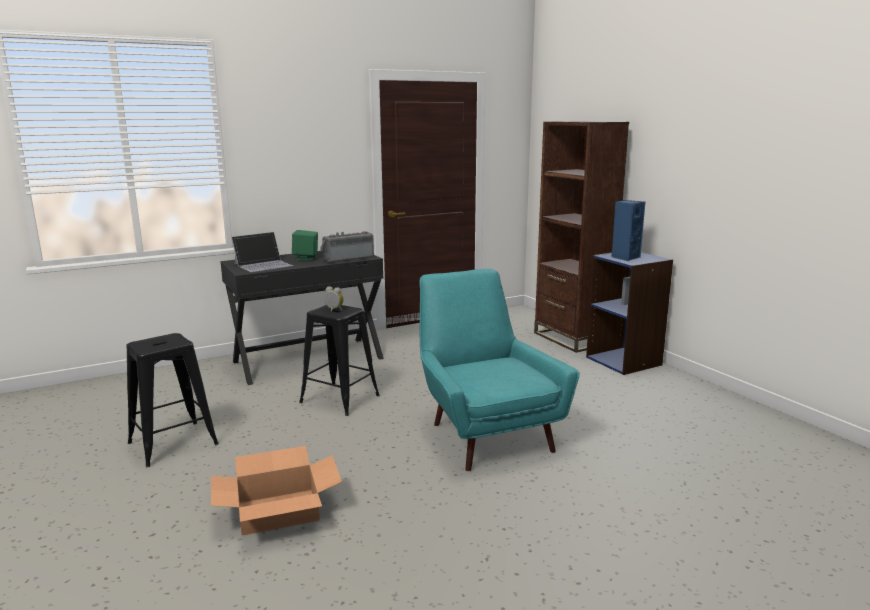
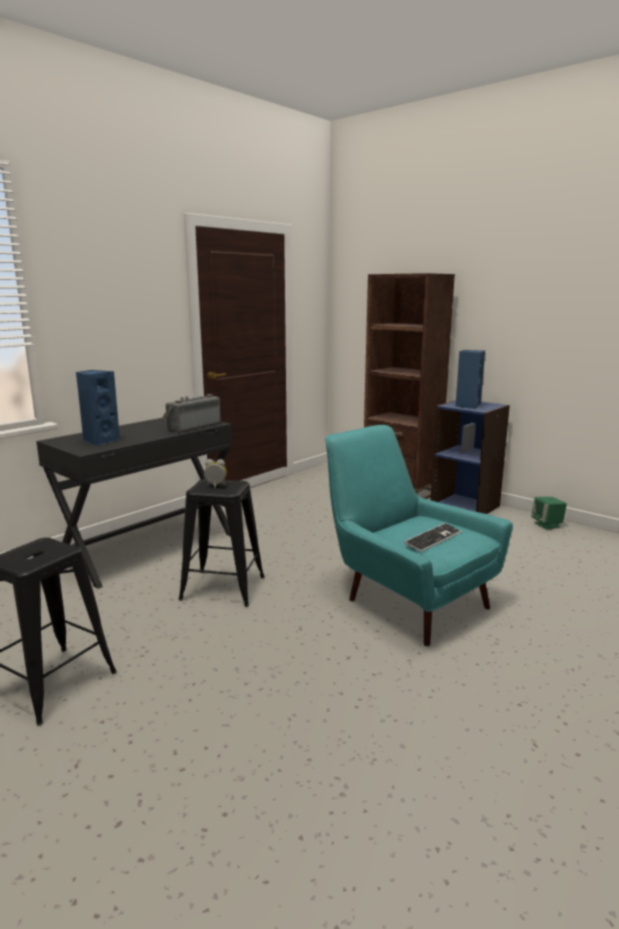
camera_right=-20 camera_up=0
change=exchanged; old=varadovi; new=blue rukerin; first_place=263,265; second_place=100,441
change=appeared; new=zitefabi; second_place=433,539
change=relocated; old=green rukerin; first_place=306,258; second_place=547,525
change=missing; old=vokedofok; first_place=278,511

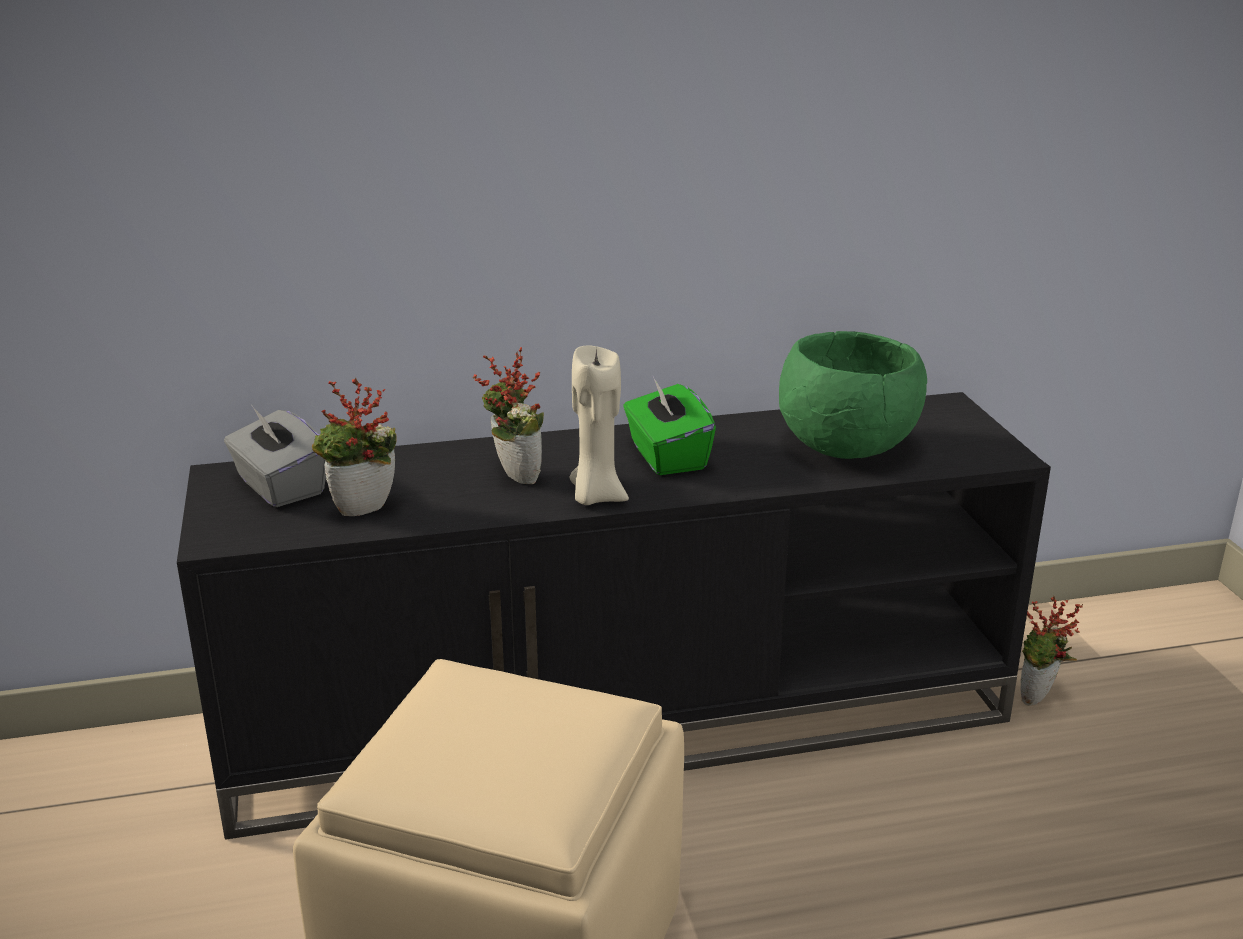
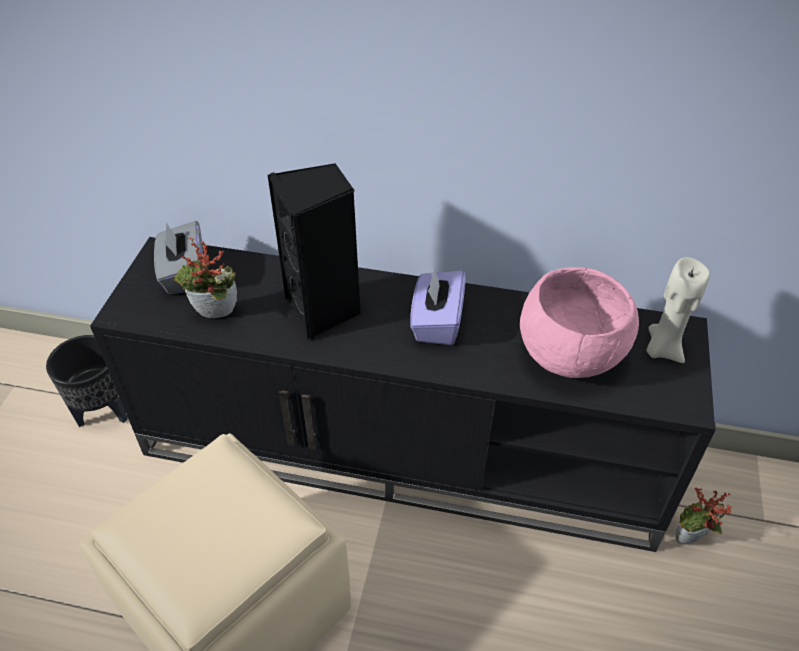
camera_right=25 camera_up=20
change=appeared; new=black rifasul; second_place=104,412
change=exchanged; old=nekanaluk; new=black rukerin; first_place=512,477; second_place=324,311
change=colour; old=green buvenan; new=purple buvenan; first_place=666,456; second_place=436,322
change=colour; old=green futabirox; new=pink futabirox; first_place=847,449; second_place=570,357
change=relocated; old=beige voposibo; first_place=596,496; second_place=662,349

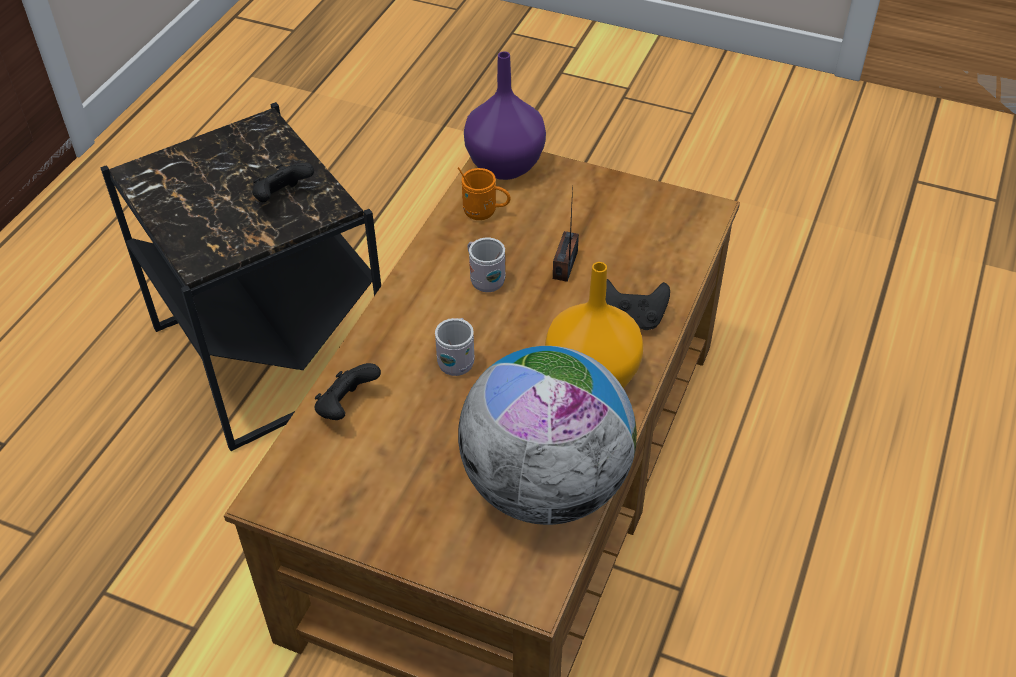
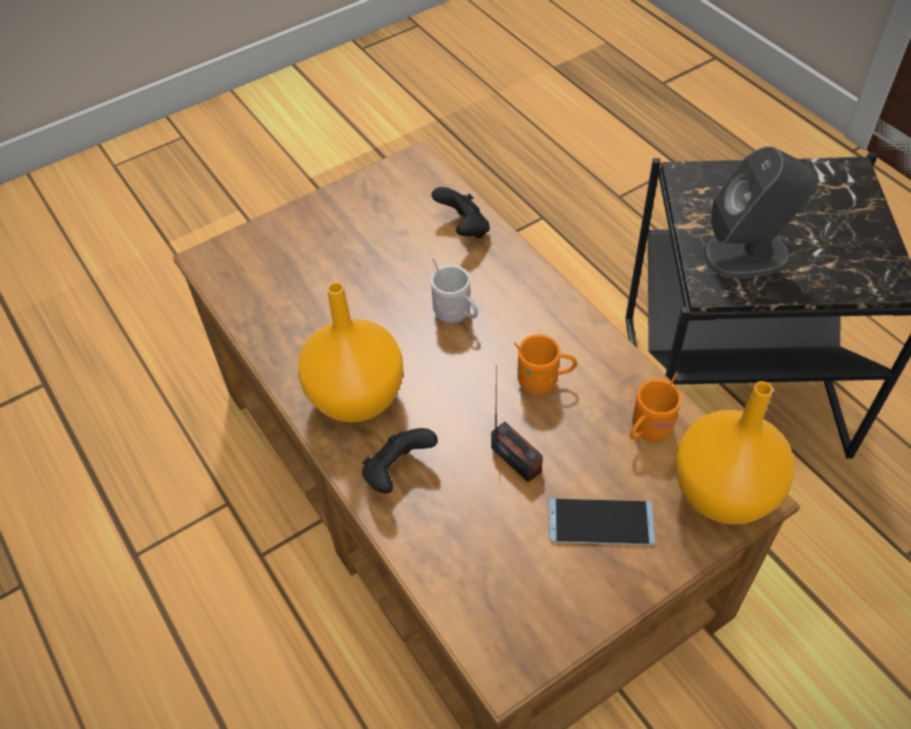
camera_right=125 camera_up=5
change=colour; old=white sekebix; new=orange sekebix; first_place=484,279; second_place=543,382
change=appeared; new=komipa; second_place=600,522
change=colour; old=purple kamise; new=orange kamise; first_place=503,166; second_place=722,491
change=exchanged; old=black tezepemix; new=grey rukerin; first_place=282,198; second_place=747,254
change=missing; old=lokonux; first_place=545,486

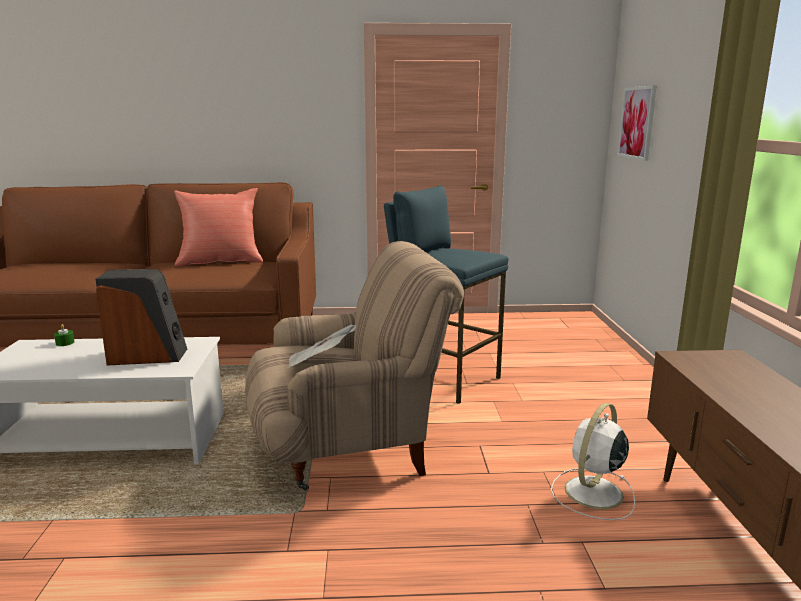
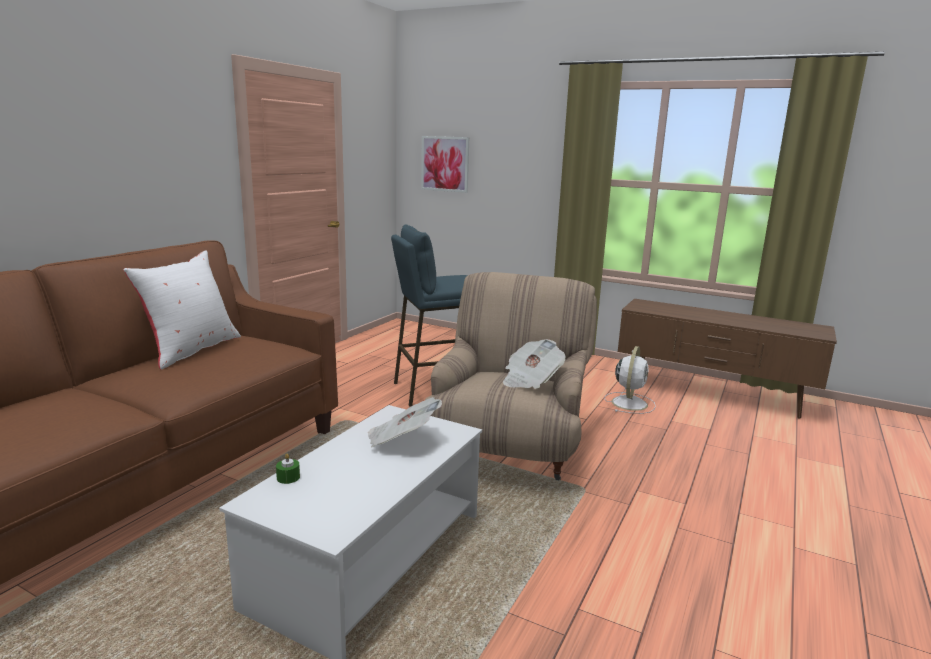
camera_right=-60 camera_up=0
change=colour; old=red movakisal; new=white movakisal; first_place=220,261; second_place=191,350
change=exchanged; old=rukerin; new=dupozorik; first_place=147,356; second_place=402,440
change=spun; old=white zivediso; first_place=592,493; second_place=629,403; degrees=-135

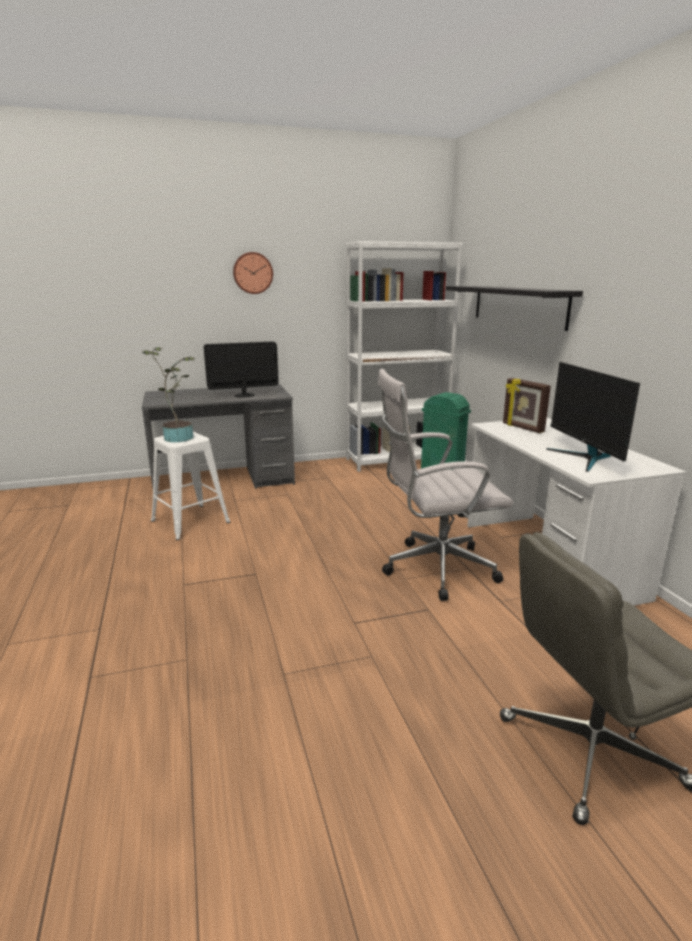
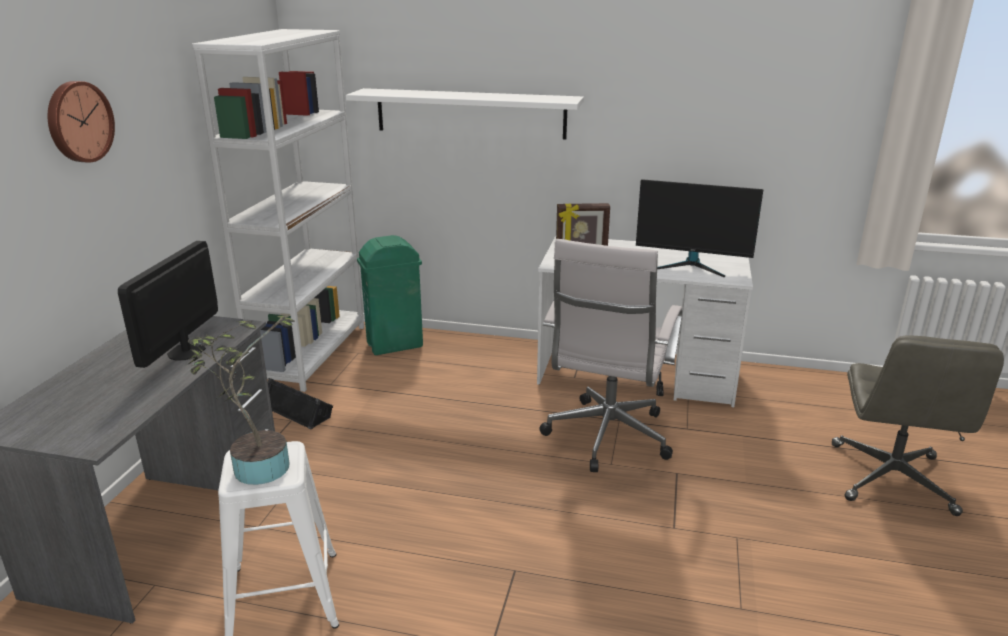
camera_right=-60 camera_up=5
change=appeared; new=black rukerin; second_place=298,410
change=colour; old=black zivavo; new=white zivavo; first_place=518,305; second_place=470,113

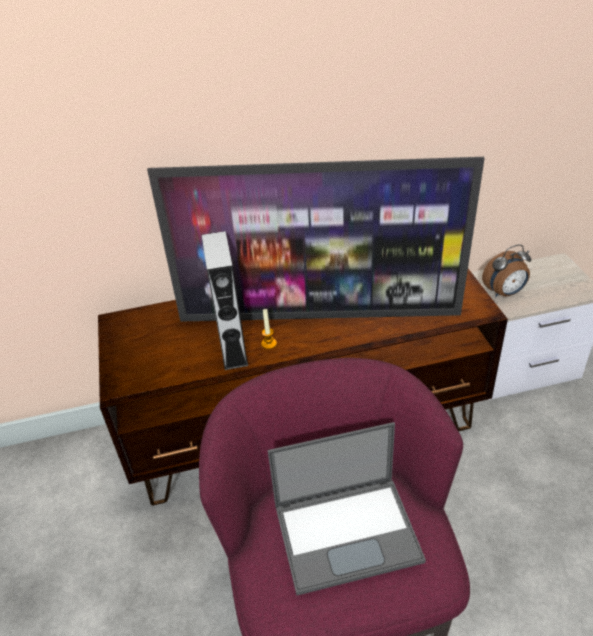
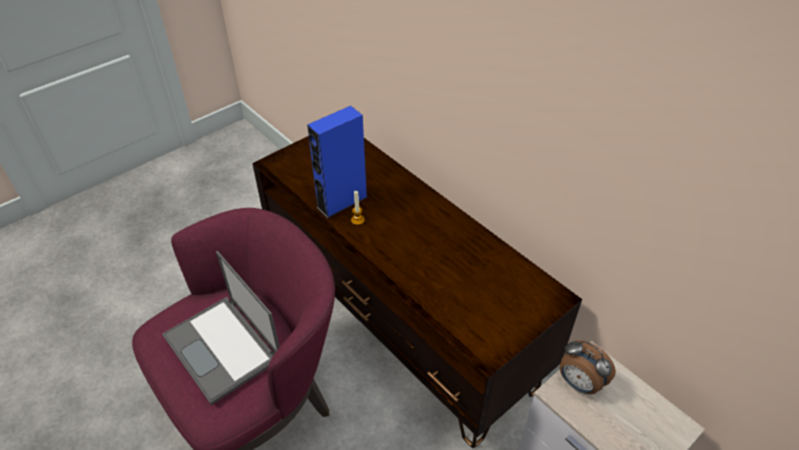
camera_right=60 camera_up=5
change=colour; old=grey rukerin; new=blue rukerin; first_place=233,348; second_place=342,202
change=missing; old=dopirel; first_place=319,315

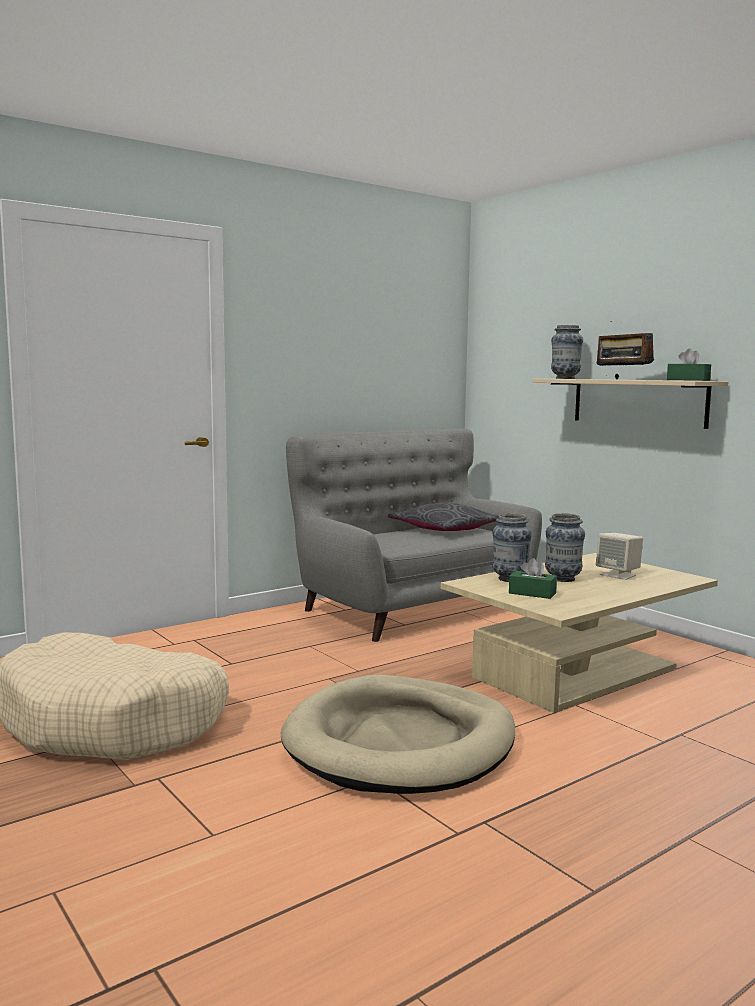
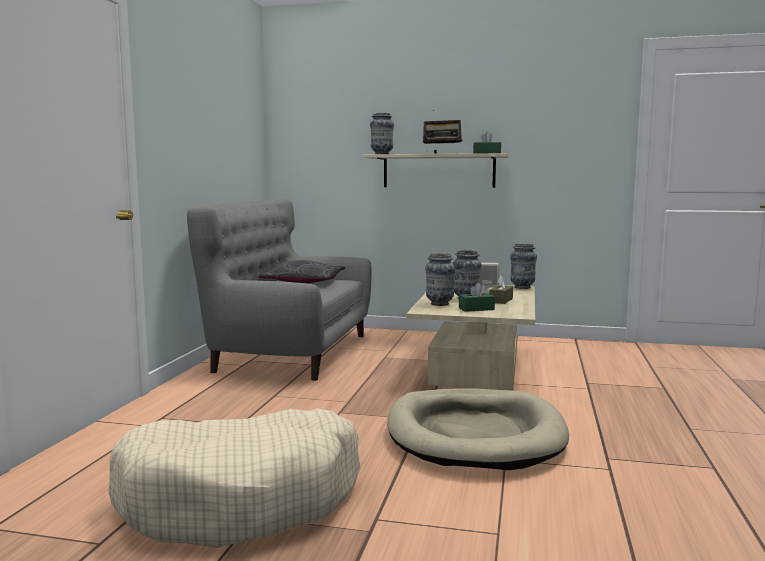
camera_right=-40 camera_up=0
change=appeared; new=brown buvenan; second_place=501,300
change=appeared; new=kamise; second_place=522,287

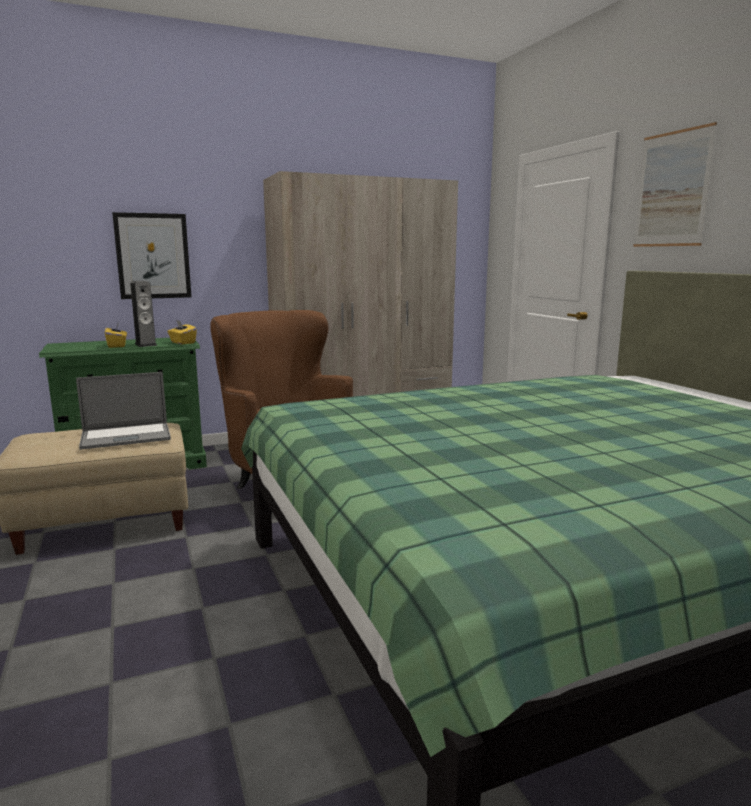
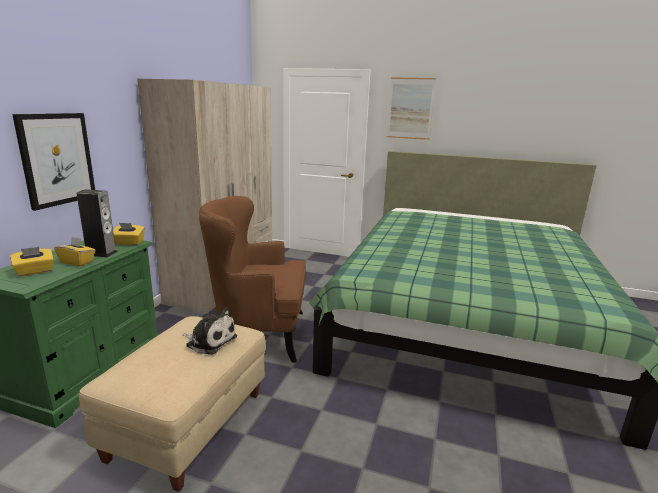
camera_right=-50 camera_up=5
change=appeared; new=yellow buvenan; second_place=35,271
change=exchanged; old=varadovi; new=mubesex; first_place=126,436; second_place=210,341

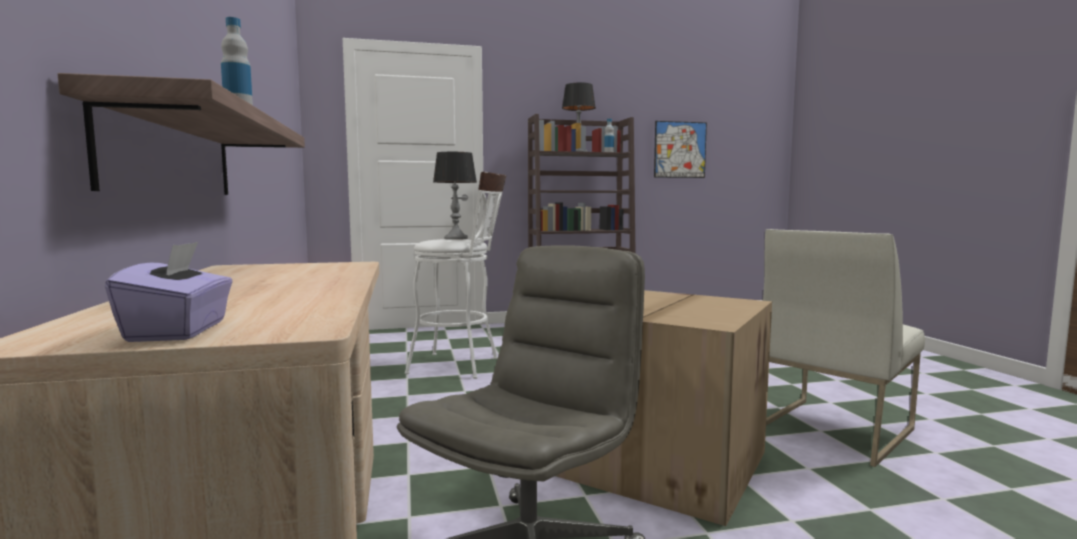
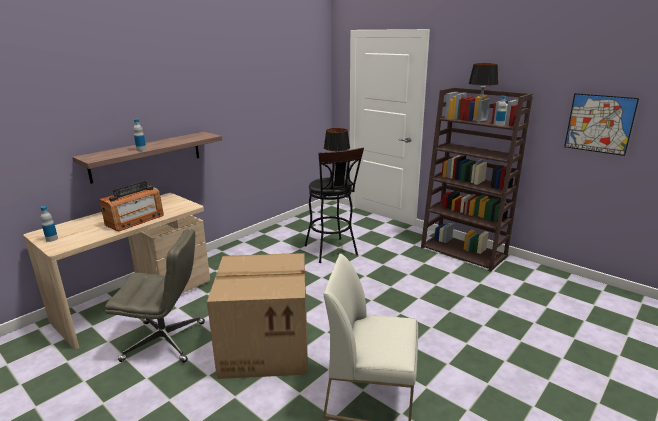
camera_right=55 camera_up=15
change=exchanged; old=purple buvenan; new=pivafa; first_place=180,331; second_place=52,239
change=appeared; new=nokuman; second_place=135,220
change=colour; old=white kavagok; new=black kavagok; first_place=461,366; second_place=332,252

